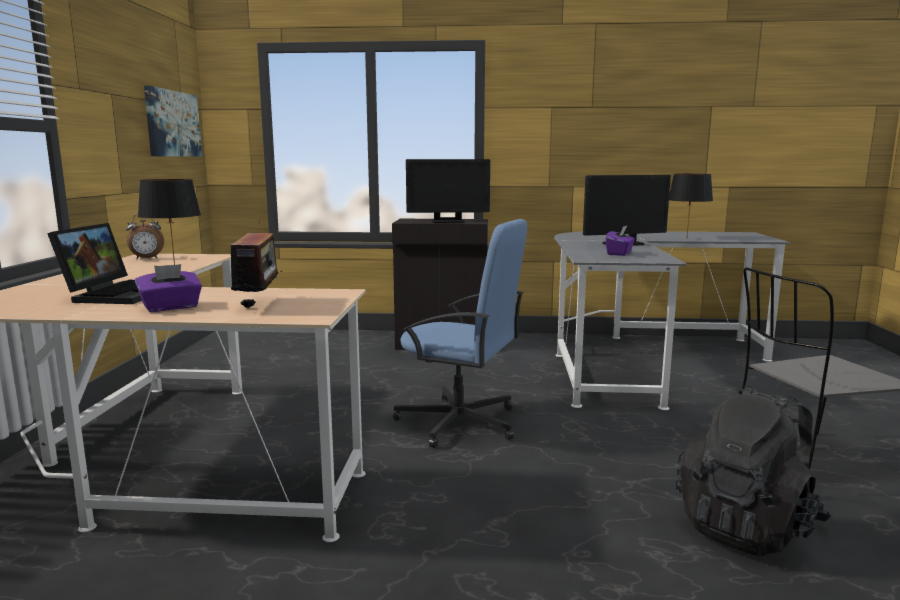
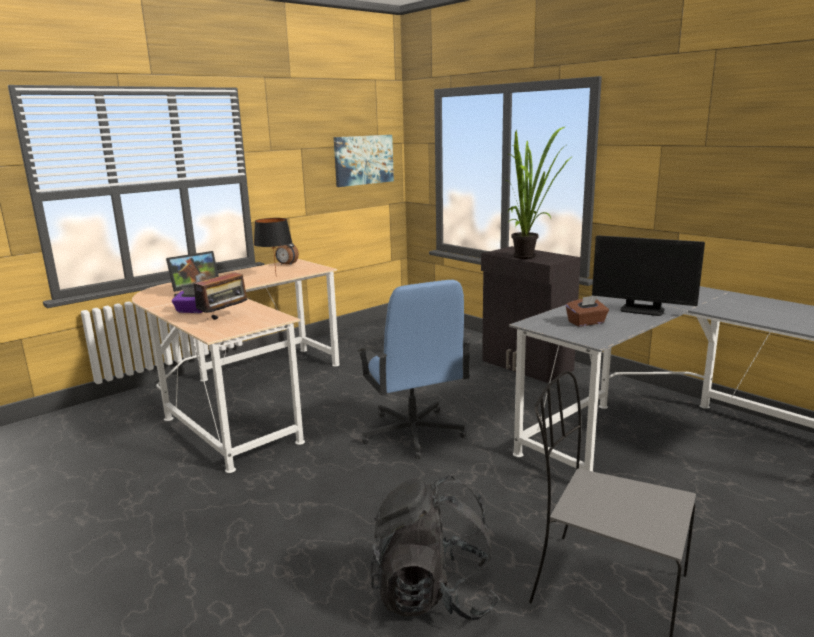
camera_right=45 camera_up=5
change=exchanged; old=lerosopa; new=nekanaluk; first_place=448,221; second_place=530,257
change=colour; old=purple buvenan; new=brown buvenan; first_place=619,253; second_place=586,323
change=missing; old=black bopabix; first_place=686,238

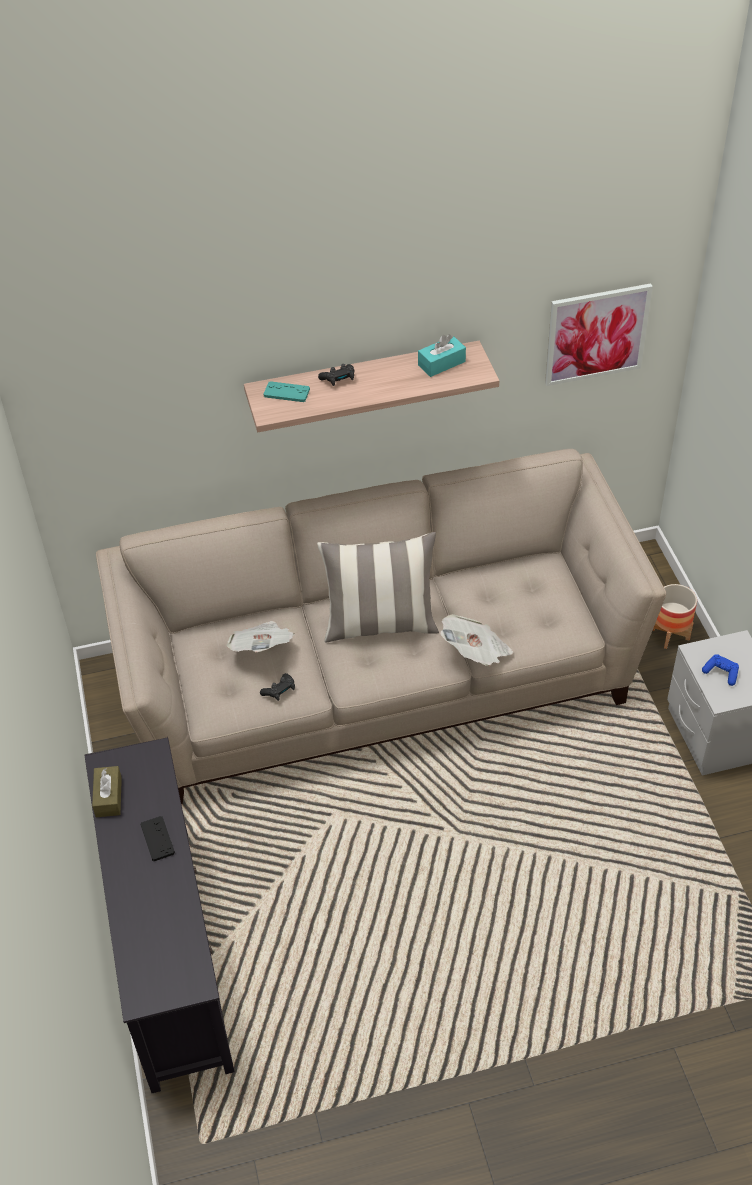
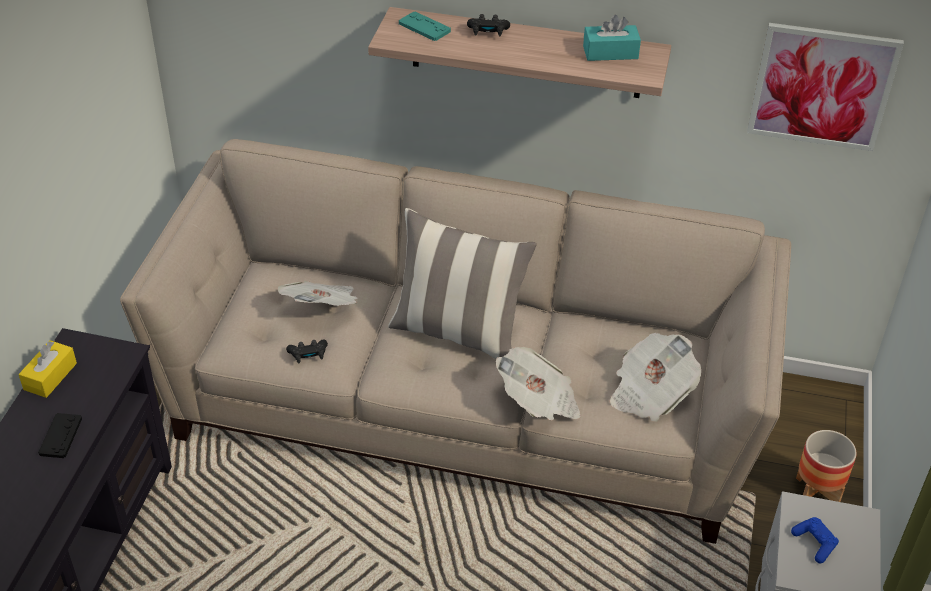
camera_right=25 camera_up=-5
change=colour; old=brown buvenan; new=yellow buvenan; first_place=108,797; second_place=50,376
change=appeared; new=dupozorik; second_place=650,393

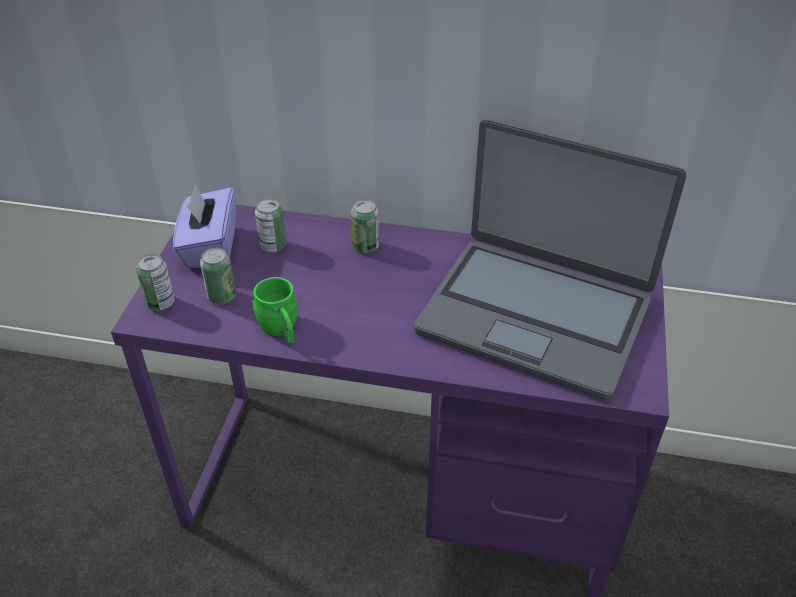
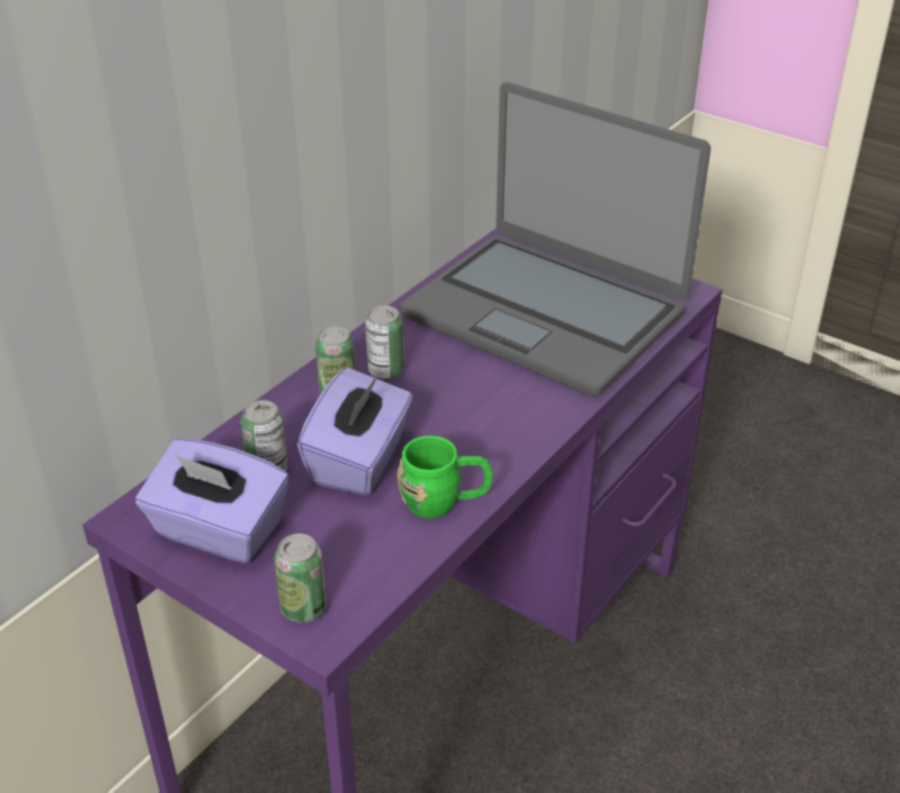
camera_right=-65 camera_up=-5
change=appeared; new=purple buvenan; second_place=360,460
change=relocated; old=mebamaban; first_place=222,296; second_place=385,370
change=spun; old=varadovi; first_place=535,315; second_place=545,313; degrees=75

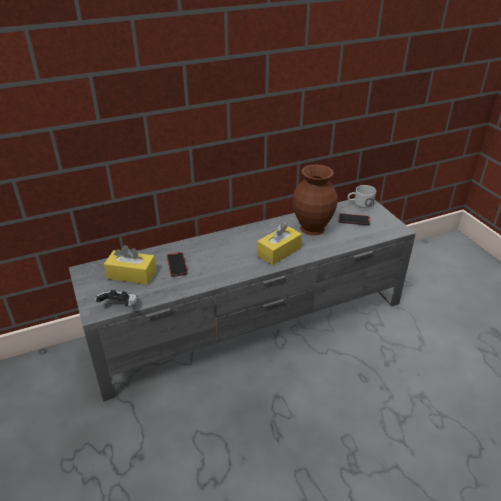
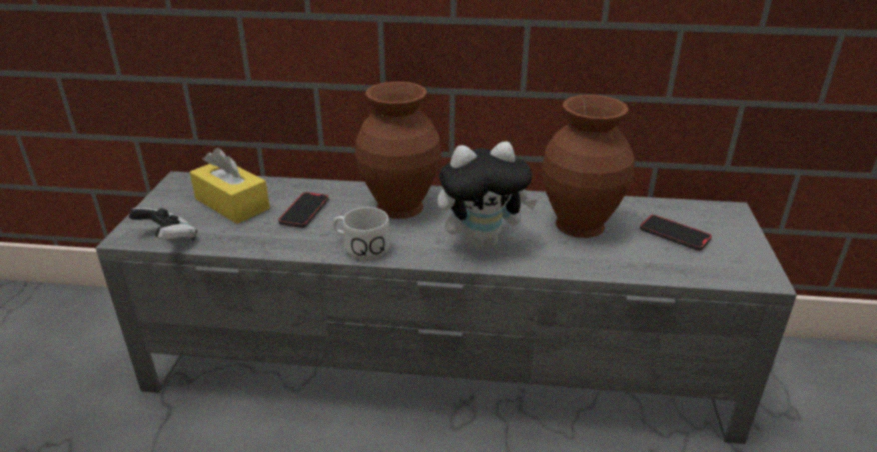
camera_right=30 camera_up=-5
change=relocated; old=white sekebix; first_place=360,203; second_place=360,247
change=appeared; new=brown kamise; second_place=399,207
change=exchanged; old=yellow buvenan; new=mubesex; first_place=279,252; second_place=482,242

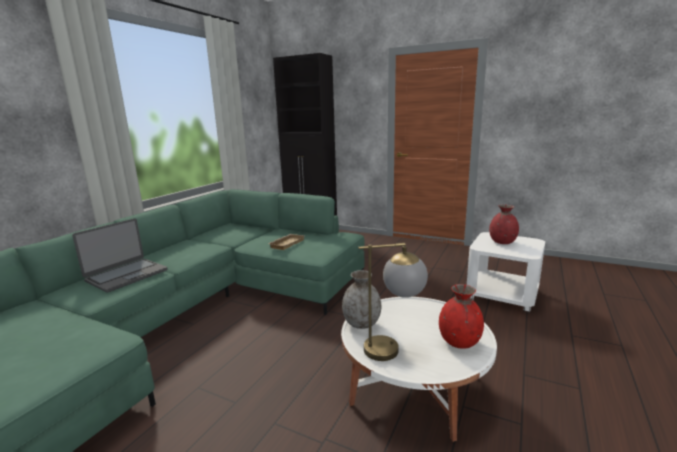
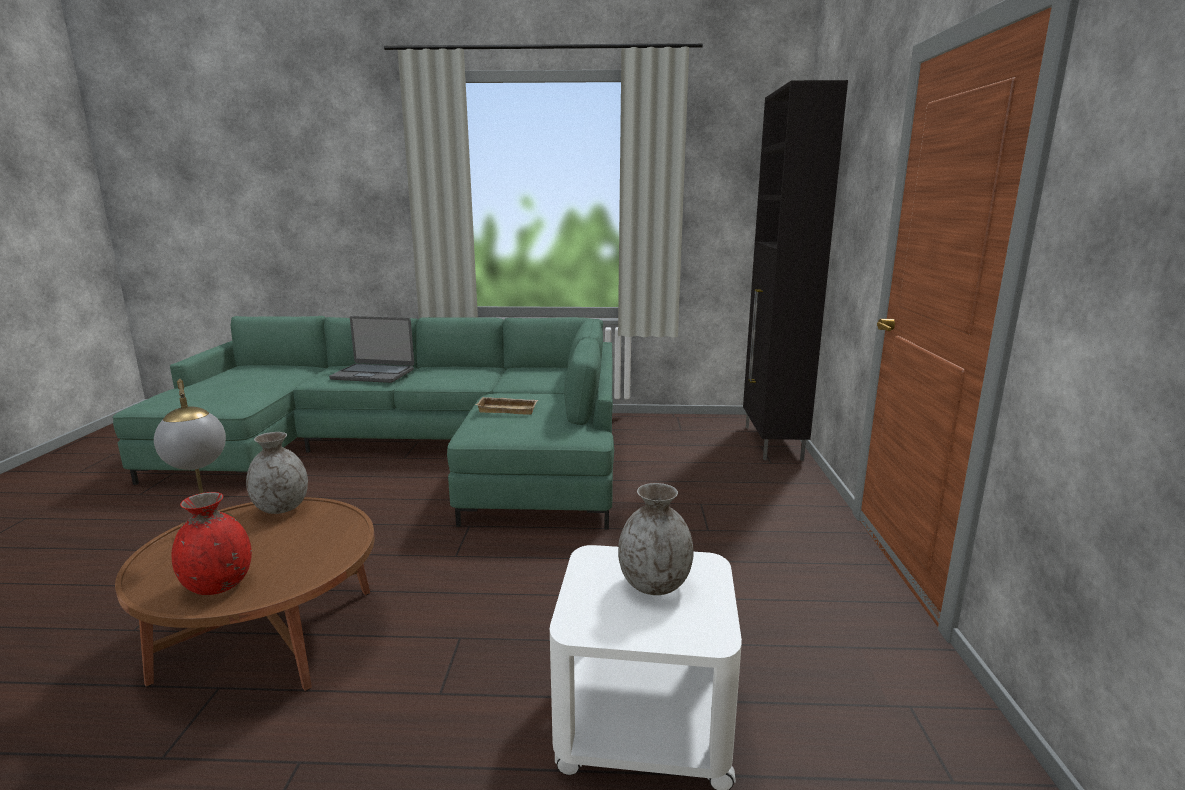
camera_right=65 camera_up=0
change=colour; old=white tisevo; new=brown tisevo; first_place=414,387; second_place=268,634
change=colour; old=red kamise; new=grey kamise; first_place=502,242; second_place=654,585

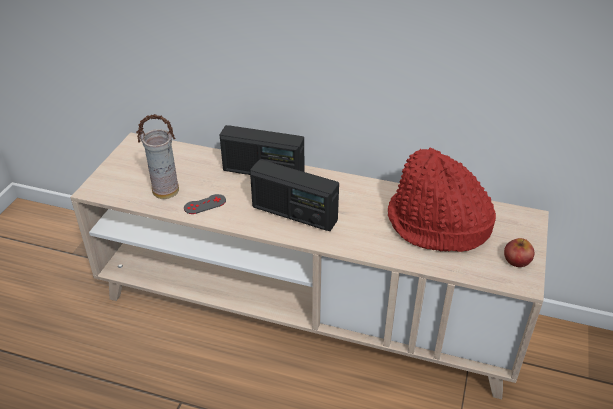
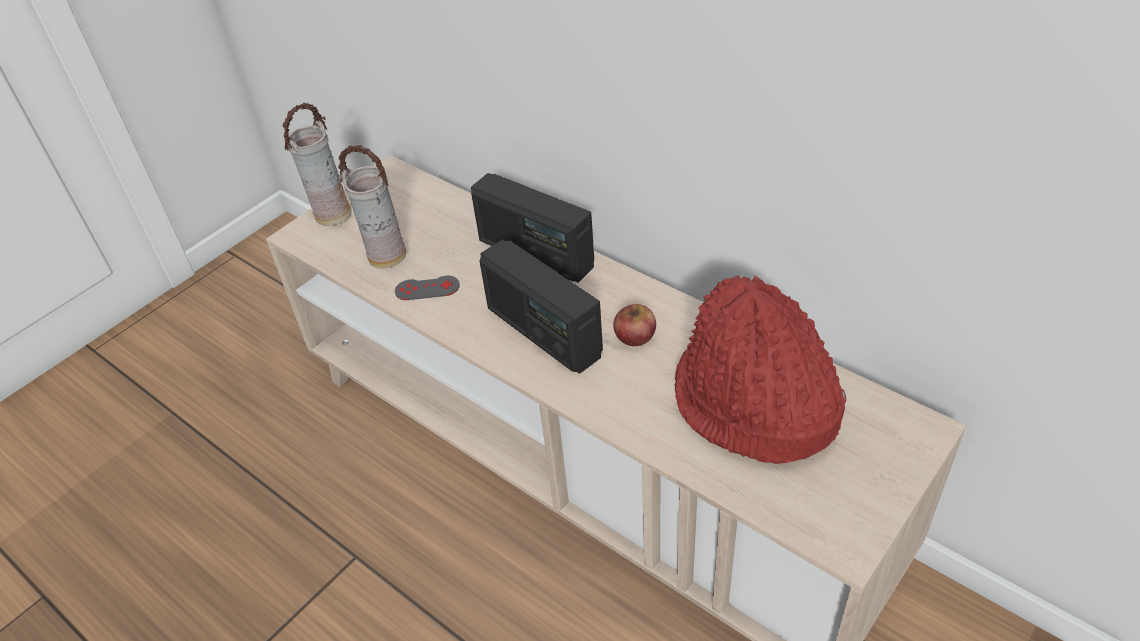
camera_right=25 camera_up=5
change=appeared; new=kamise; second_place=331,214
change=relocated; old=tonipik; first_place=517,260; second_place=635,335

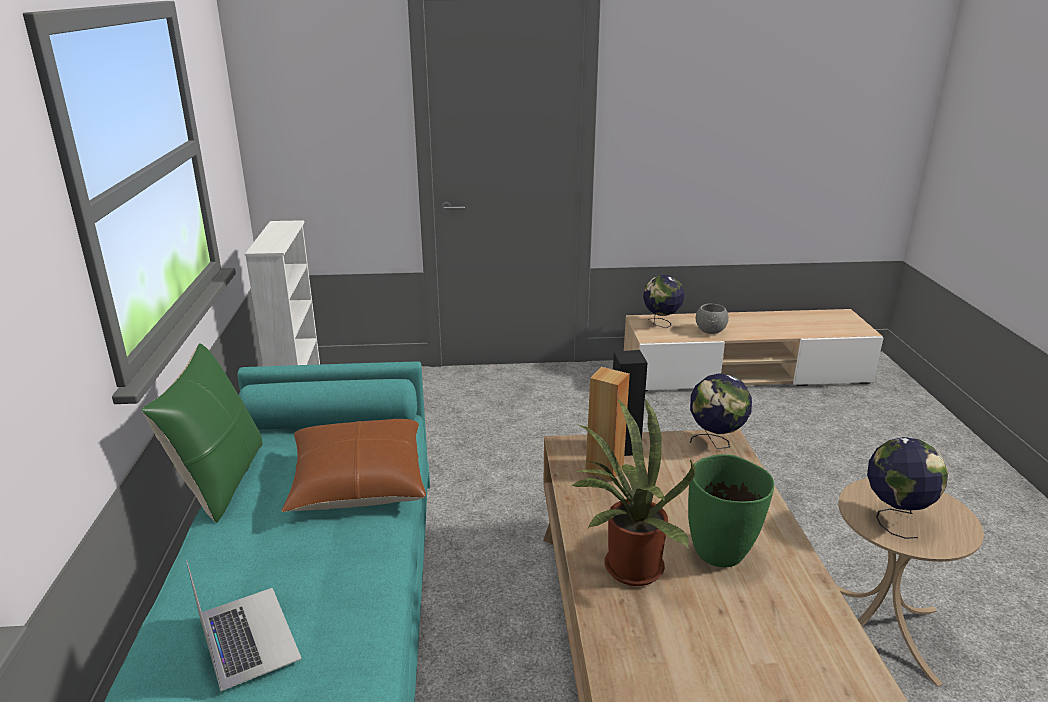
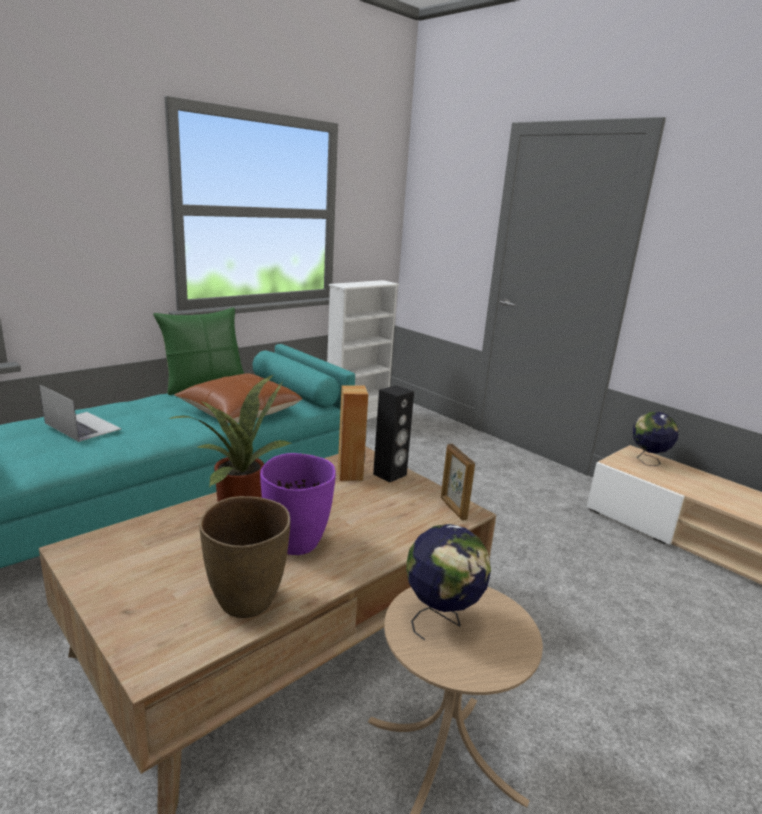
camera_right=50 camera_up=-5
change=spun; old=varadovi; first_place=247,635; second_place=82,426; degrees=-75
change=appeared; new=brown kamise; second_place=247,602
change=colour; old=green kamise; new=purple kamise; first_place=721,552; second_place=297,544
change=exchanged; old=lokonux; new=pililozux; first_place=715,443; second_place=453,508
change=missing; old=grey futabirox; first_place=710,331

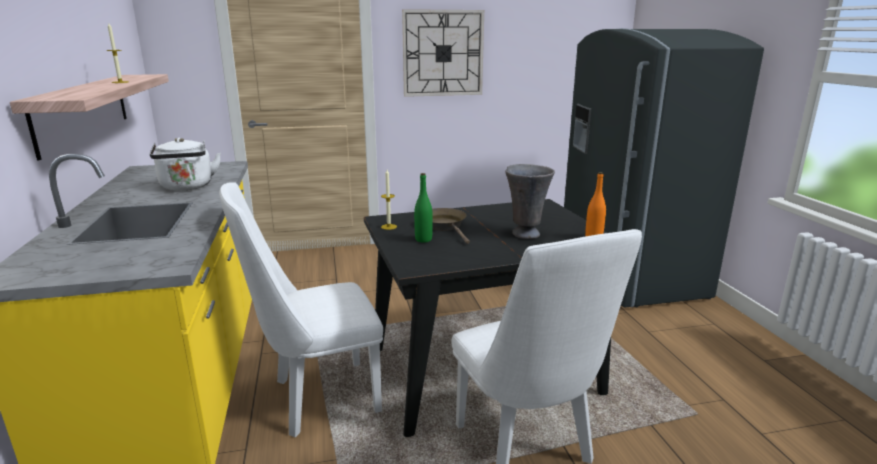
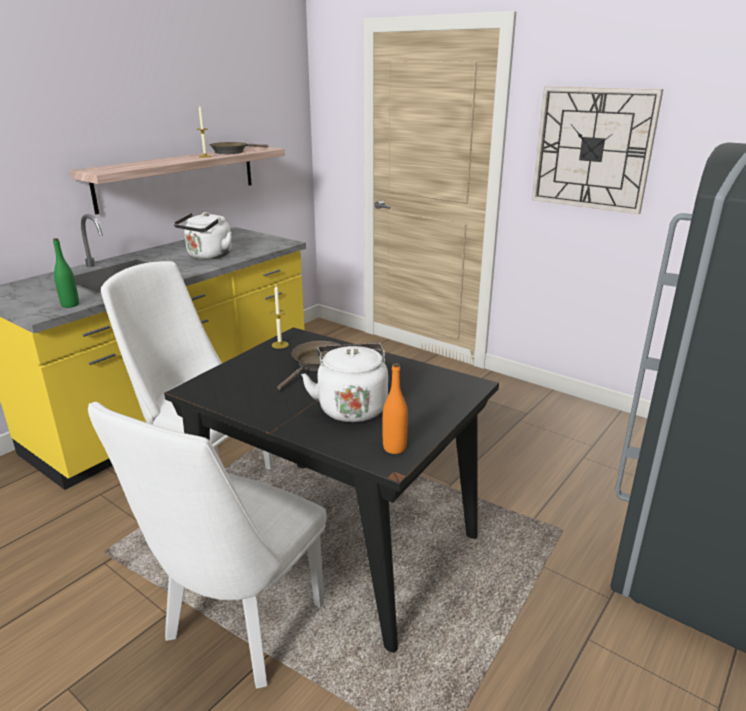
camera_right=50 camera_up=5
change=relocated; old=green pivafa; first_place=423,239; second_place=70,305
change=appeared; new=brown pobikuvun; second_place=232,152
change=exchanged; old=grey kamise; new=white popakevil; first_place=525,234; second_place=351,407

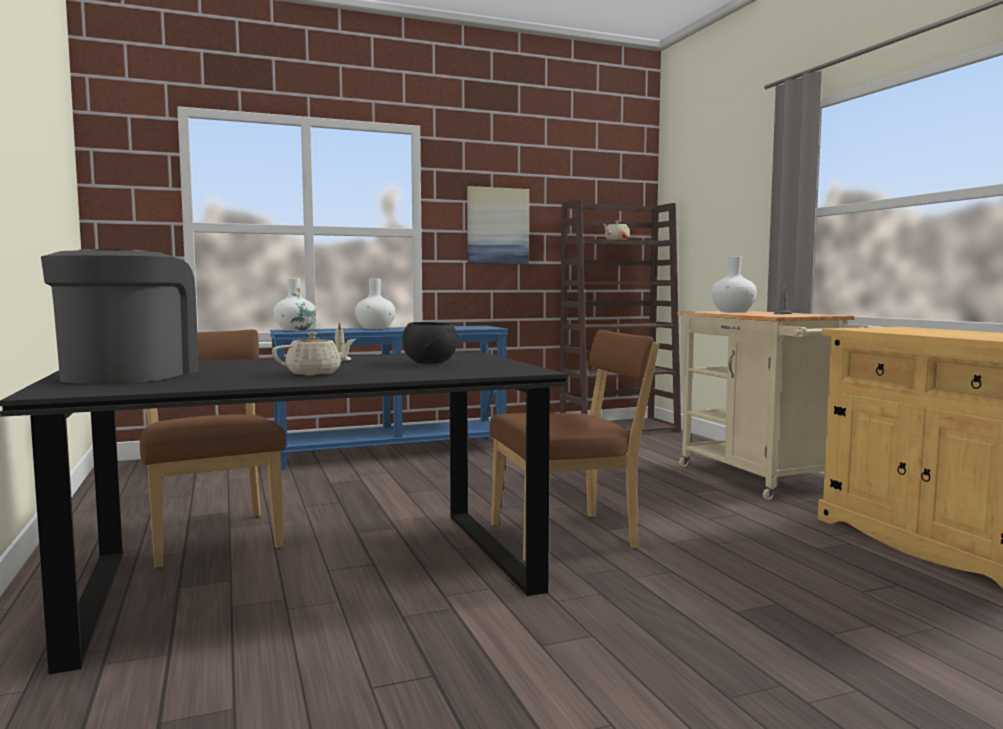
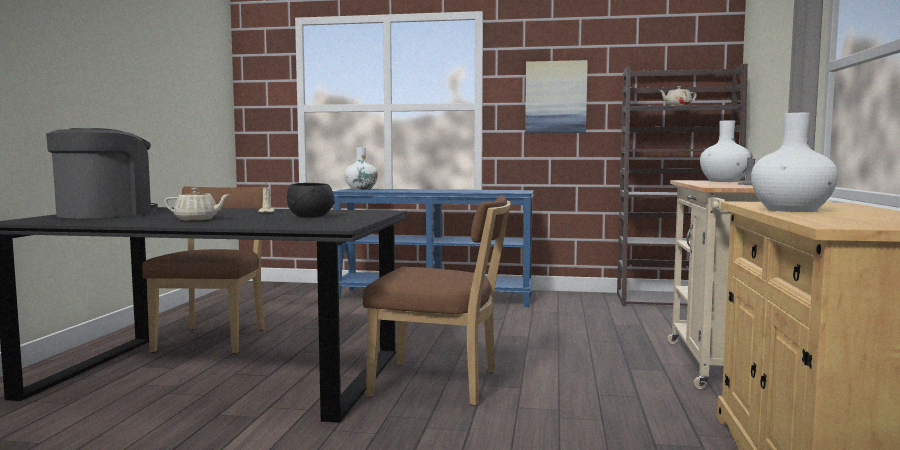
camera_right=30 camera_up=0
change=relocated; old=white kamise; first_place=375,328; second_place=791,210

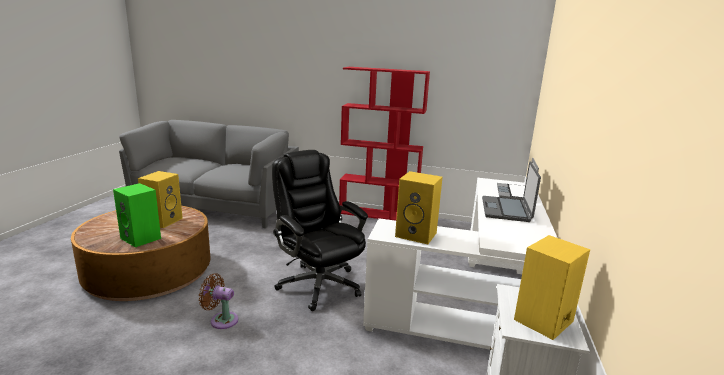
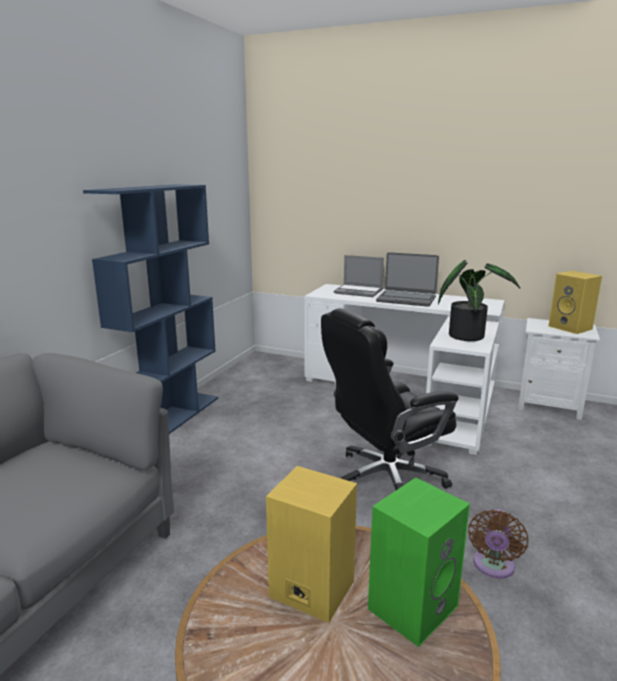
camera_right=-80 camera_up=0
change=colour; old=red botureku; new=blue botureku; first_place=378,214; second_place=171,418
change=exchanged; old=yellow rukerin; new=nekanaluk; first_place=417,234; second_place=468,335

